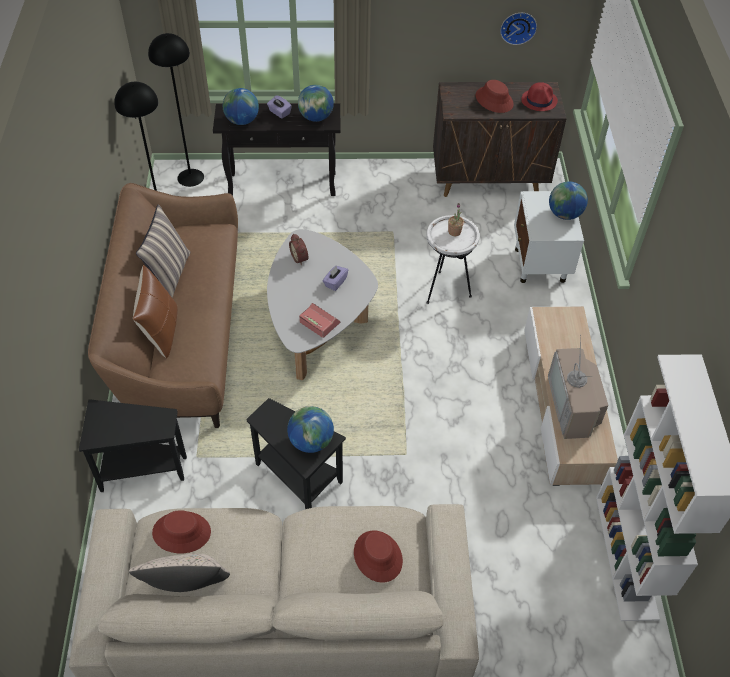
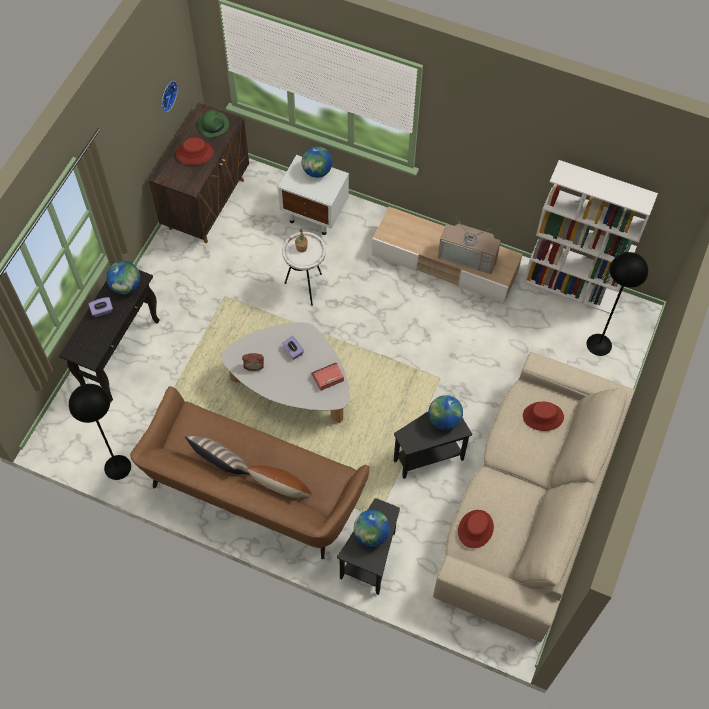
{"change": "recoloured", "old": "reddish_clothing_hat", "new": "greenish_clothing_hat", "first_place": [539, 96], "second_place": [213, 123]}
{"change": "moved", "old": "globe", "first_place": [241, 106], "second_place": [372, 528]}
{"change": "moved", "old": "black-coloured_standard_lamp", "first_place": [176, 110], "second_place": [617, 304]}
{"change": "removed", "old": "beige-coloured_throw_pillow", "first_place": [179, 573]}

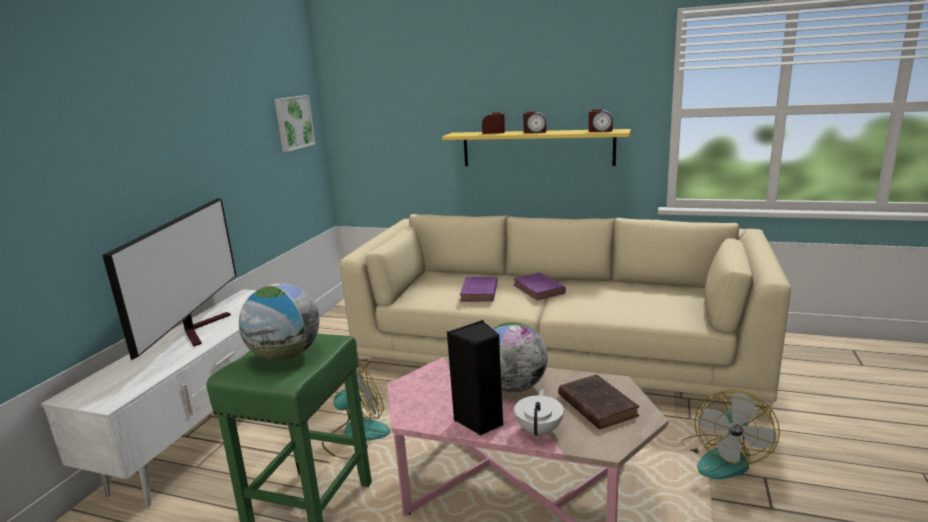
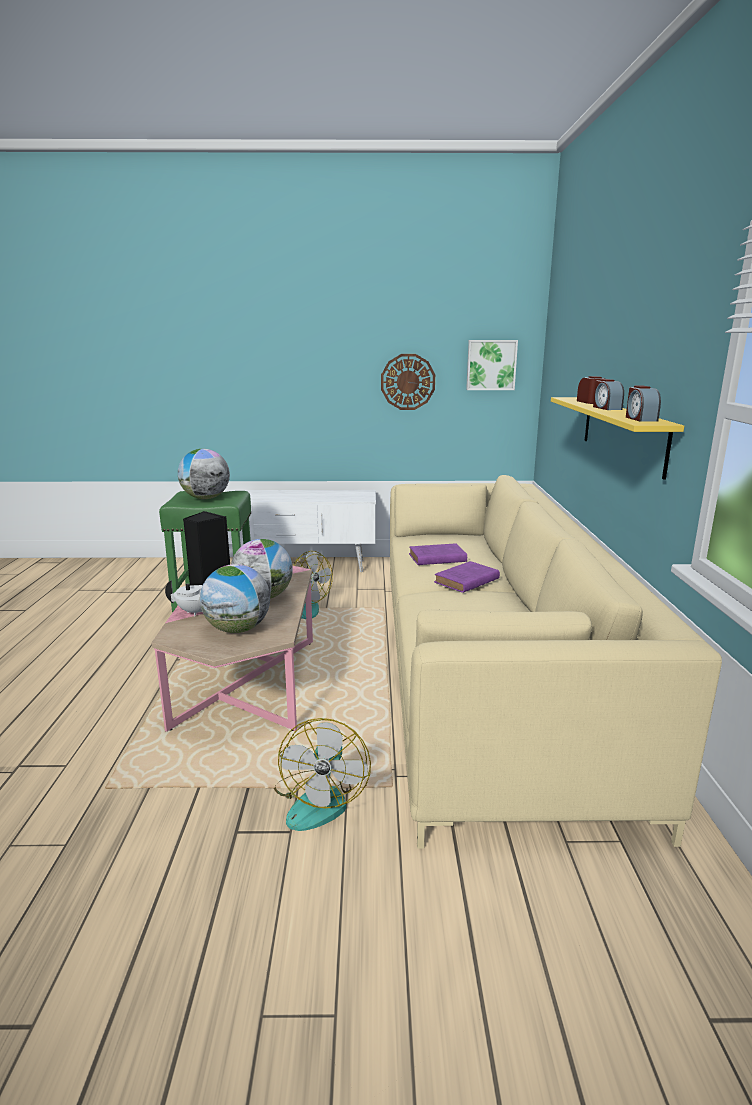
{"change": "replaced", "old": "brownish_bound_book", "new": "globe", "first_place": [598, 402], "second_place": [235, 598]}
{"change": "turned", "old": "fan", "first_place": [731, 434], "second_place": [322, 774], "degrees": -90}
{"change": "added", "new": "clock_on_the_wall", "second_place": [408, 382]}
{"change": "removed", "old": "TV_set", "first_place": [169, 279]}

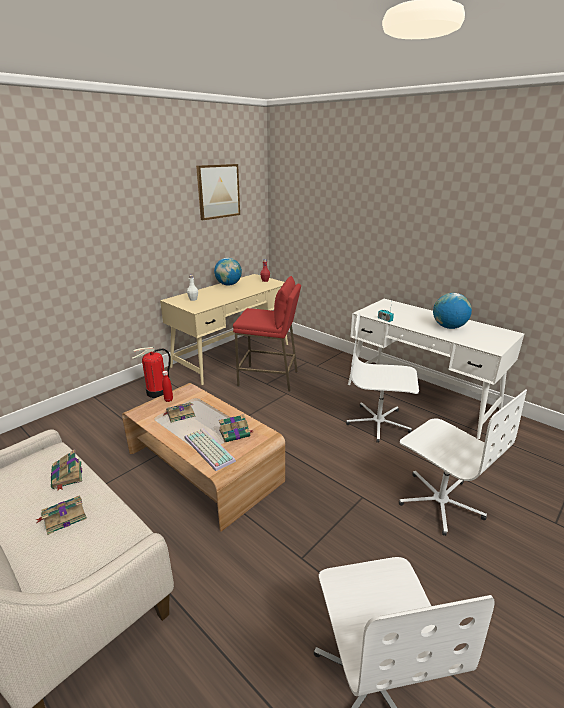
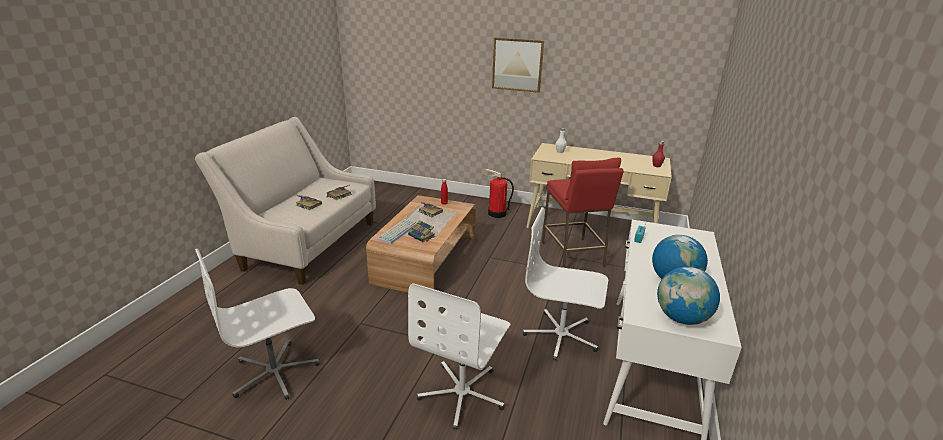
{"change": "moved", "old": "wall_picture", "first_place": [218, 192], "second_place": [518, 65]}
{"change": "turned", "old": "whitish_computer_chair", "first_place": [382, 377], "second_place": [565, 284], "degrees": -60}
{"change": "moved", "old": "globe", "first_place": [228, 272], "second_place": [688, 296]}

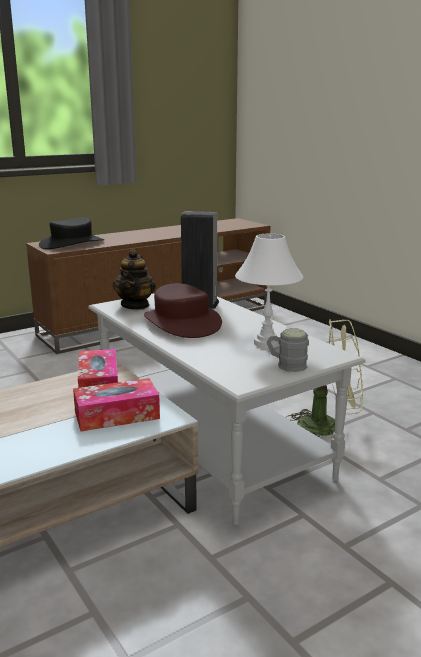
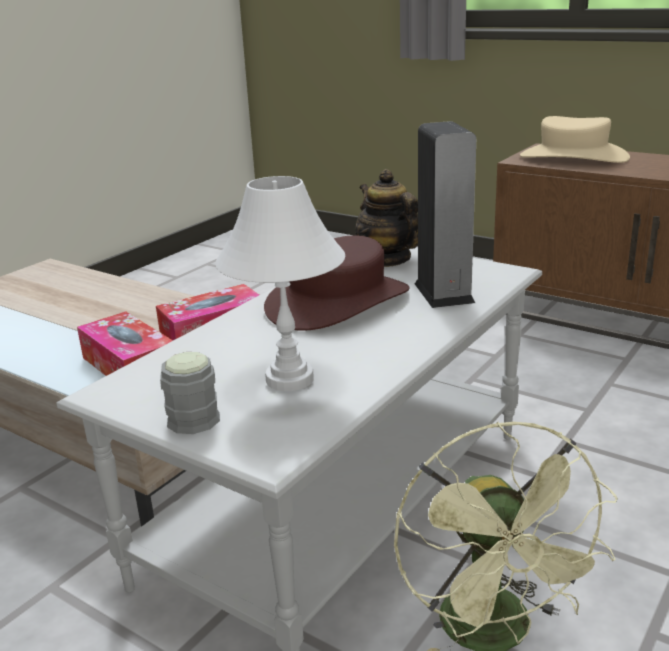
{"change": "turned", "old": "teapot", "first_place": [134, 279], "second_place": [387, 218], "degrees": 75}
{"change": "recoloured", "old": "black-coloured_clothing_hat", "new": "beige-coloured_clothing_hat", "first_place": [71, 233], "second_place": [575, 139]}

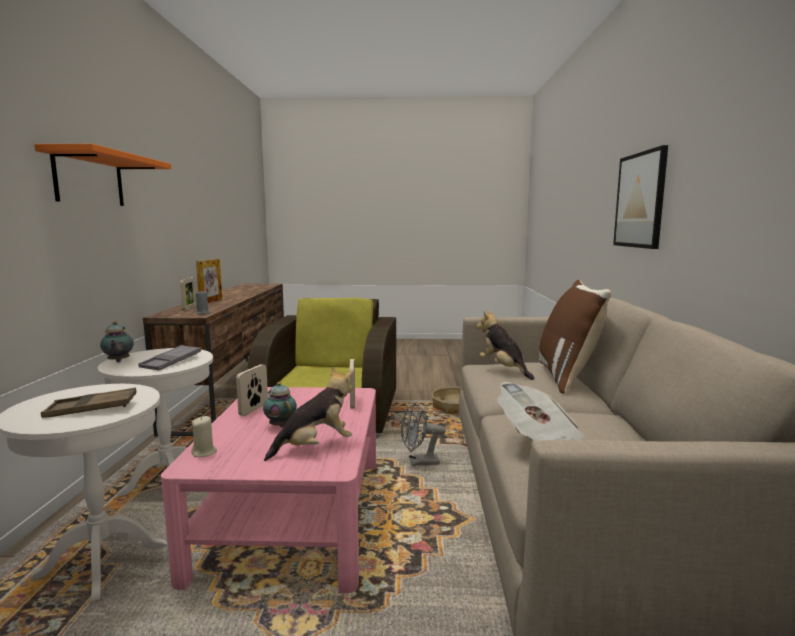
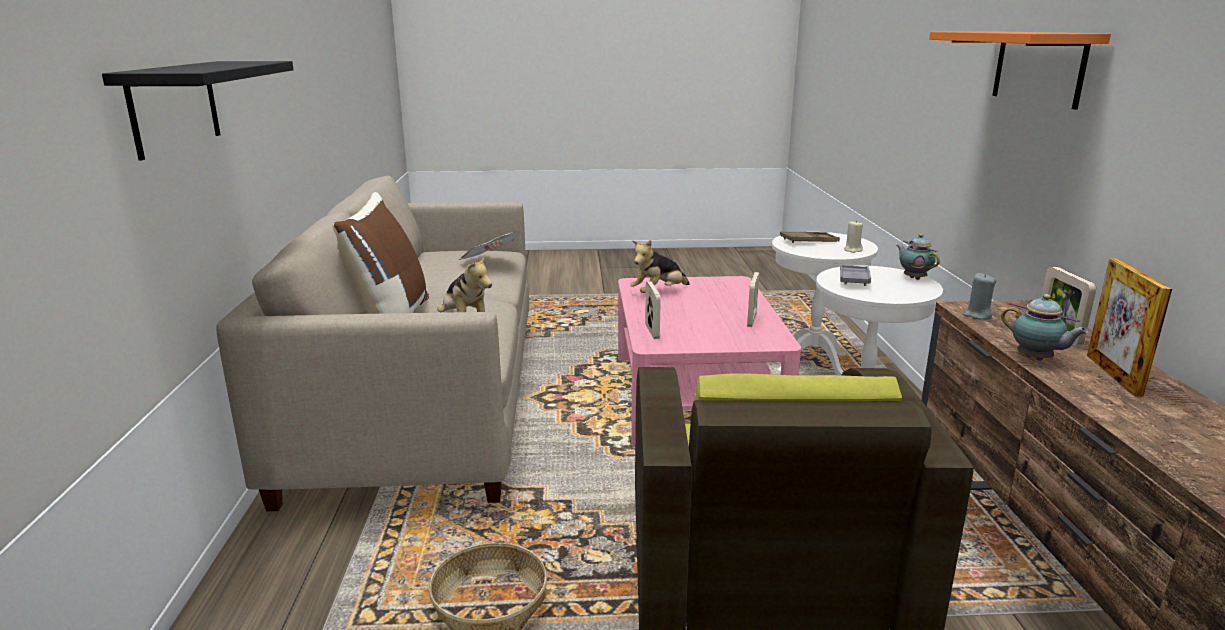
{"change": "replaced", "old": "wall_picture", "new": "black-coloured_bracket_shelf", "first_place": [640, 197], "second_place": [198, 111]}
{"change": "moved", "old": "beige-coloured_wax_light", "first_place": [204, 436], "second_place": [853, 236]}
{"change": "moved", "old": "teapot", "first_place": [280, 404], "second_place": [1045, 327]}
{"change": "removed", "old": "greyish_fan", "first_place": [423, 434]}

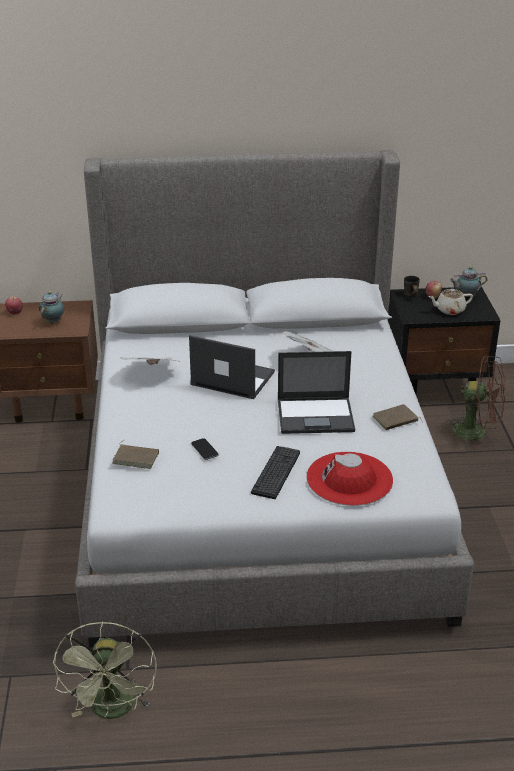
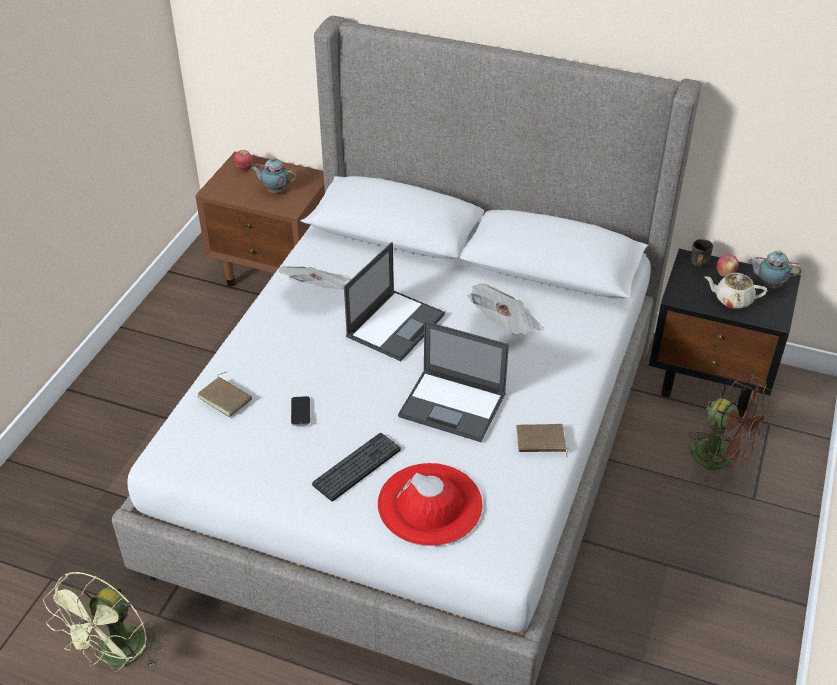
{"change": "turned", "old": "teapot", "first_place": [51, 307], "second_place": [273, 175], "degrees": -120}
{"change": "turned", "old": "portable_computer", "first_place": [232, 367], "second_place": [394, 301], "degrees": 75}

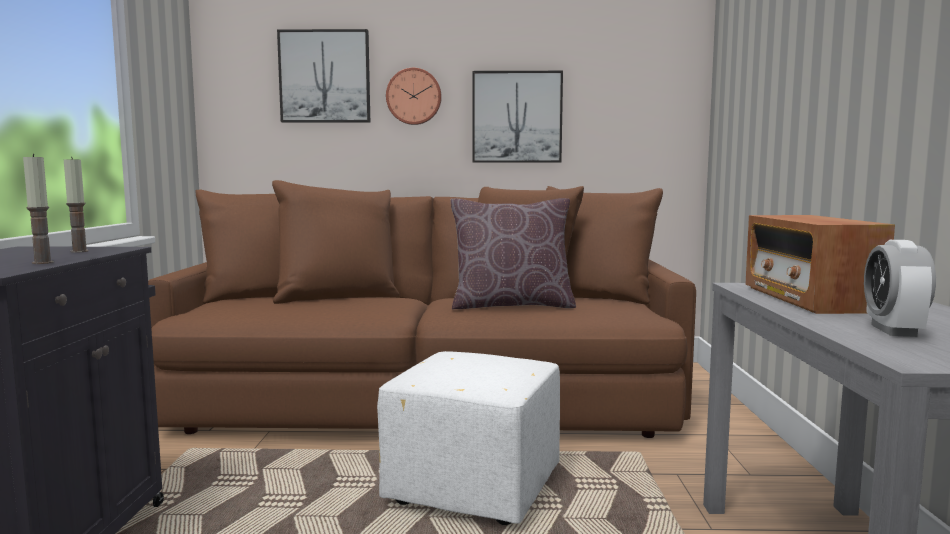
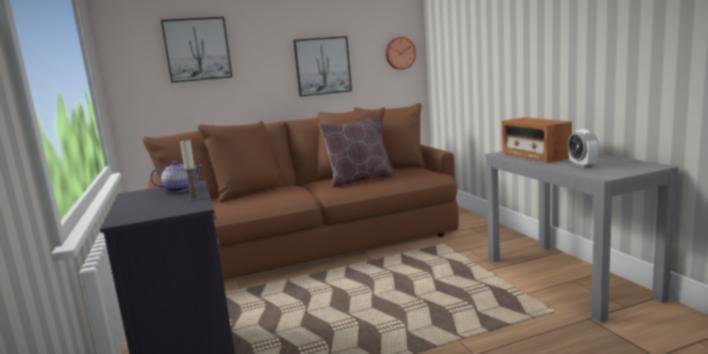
{"change": "replaced", "old": "wax_light", "new": "teapot", "first_place": [76, 205], "second_place": [176, 176]}
{"change": "moved", "old": "clock_on_the_wall", "first_place": [414, 96], "second_place": [401, 53]}
{"change": "removed", "old": "whitish_footrest", "first_place": [468, 438]}

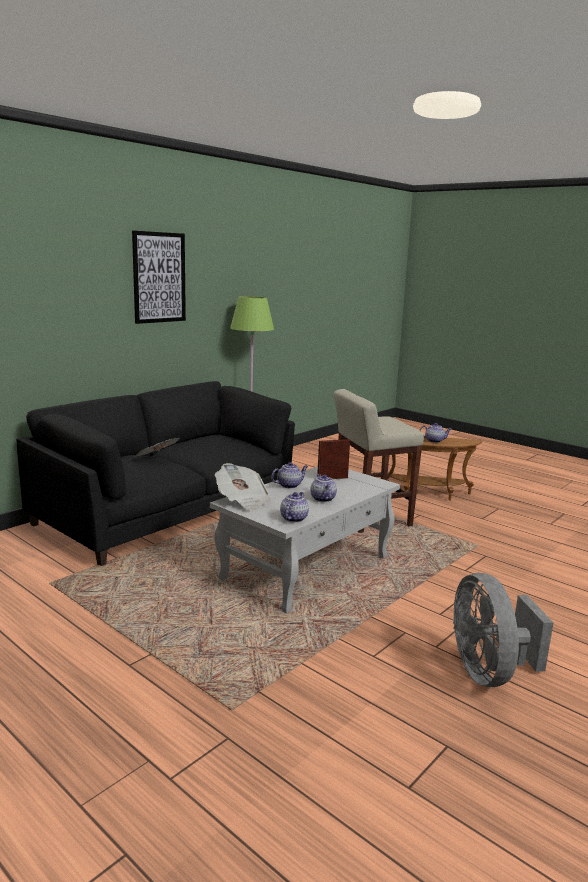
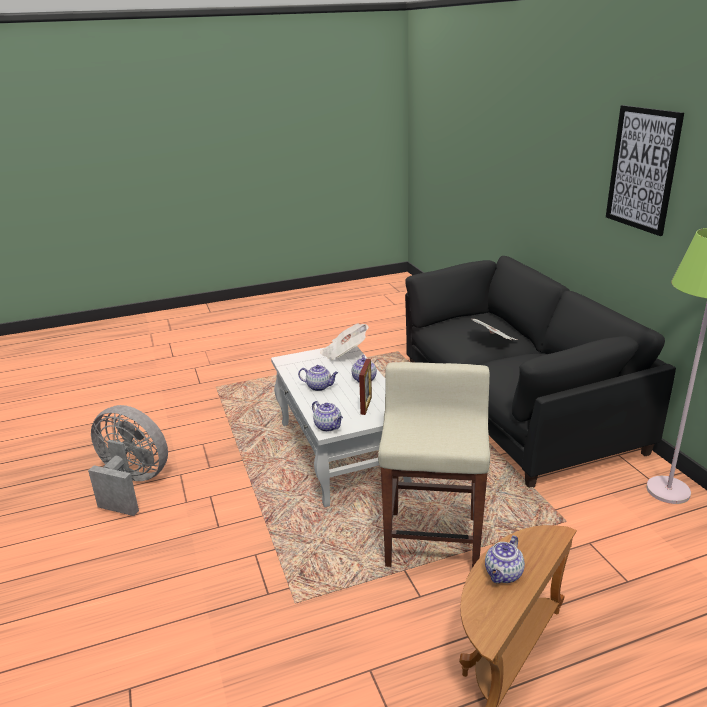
{"change": "moved", "old": "teapot", "first_place": [294, 507], "second_place": [327, 416]}

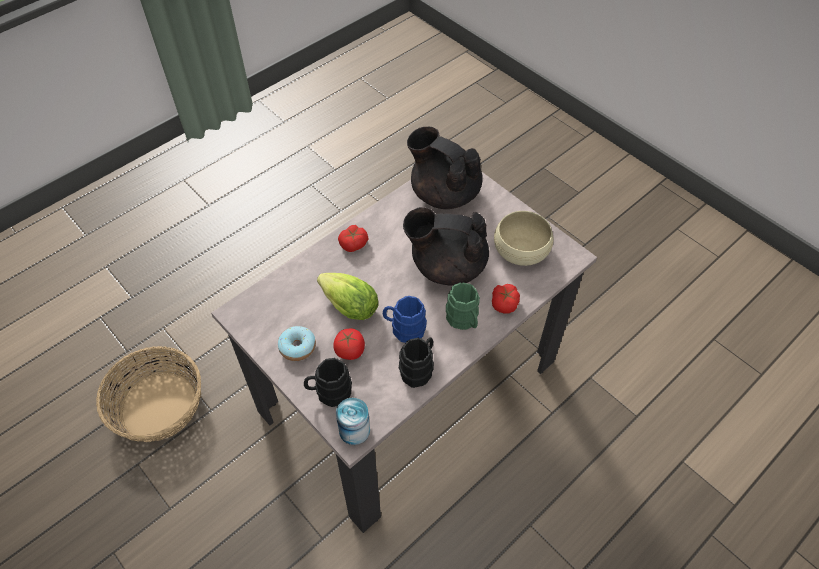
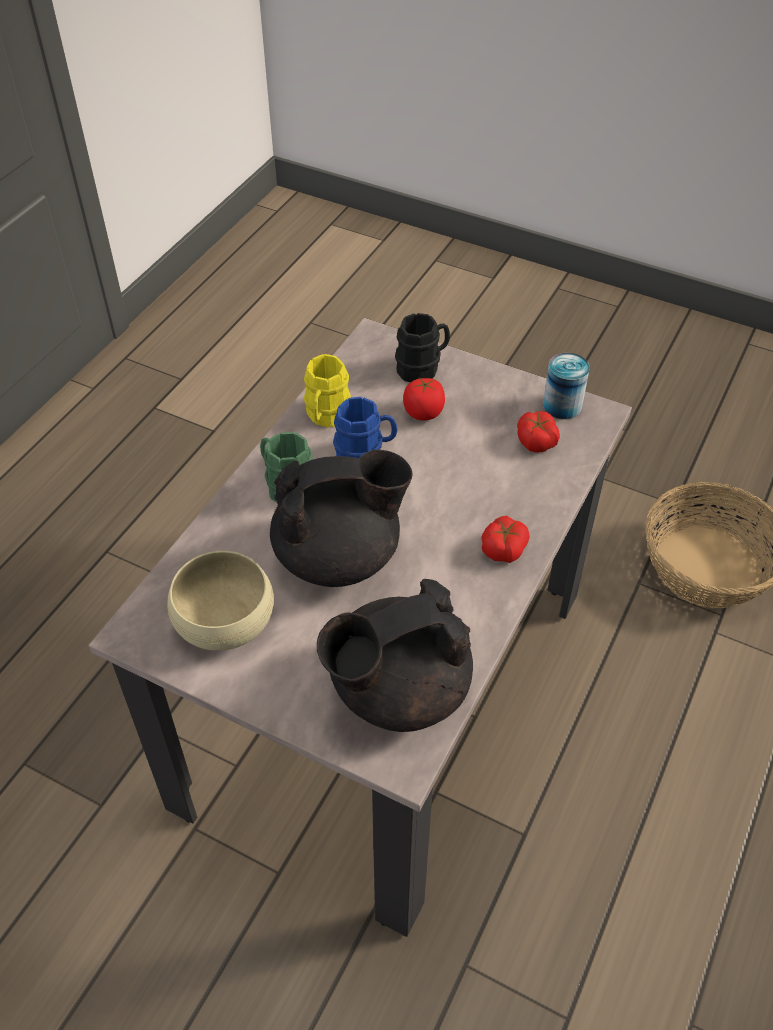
{"change": "recoloured", "old": "black-coloured_mug", "new": "yellow_mug", "first_place": [416, 363], "second_place": [327, 391]}
{"change": "turned", "old": "black-coloured_teapot", "first_place": [445, 168], "second_place": [395, 655], "degrees": 135}
{"change": "moved", "old": "tomato", "first_place": [506, 299], "second_place": [538, 432]}
{"change": "moved", "old": "metal_can", "first_place": [353, 421], "second_place": [566, 386]}
{"change": "removed", "old": "ring_doughnut", "first_place": [297, 343]}
{"change": "removed", "old": "head_of_lettuce", "first_place": [348, 296]}

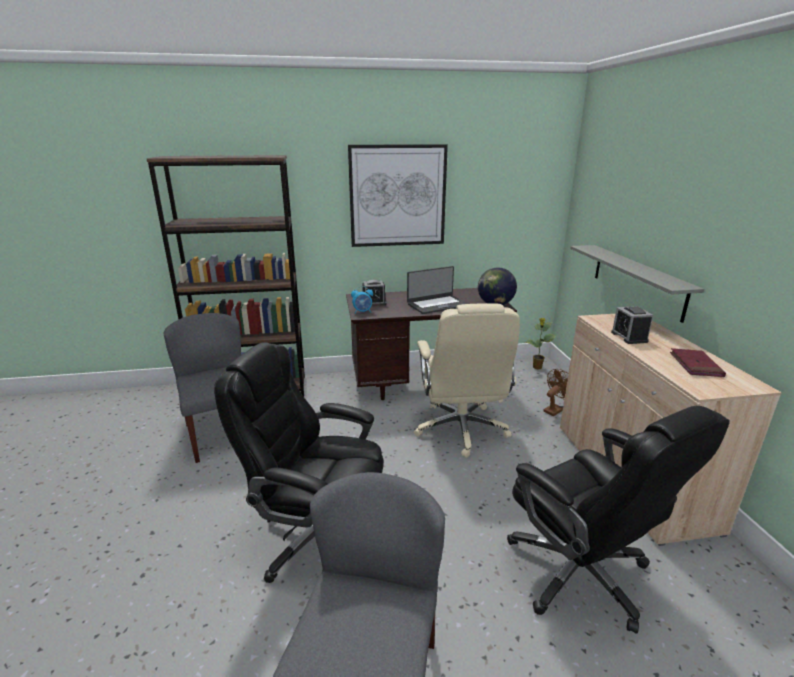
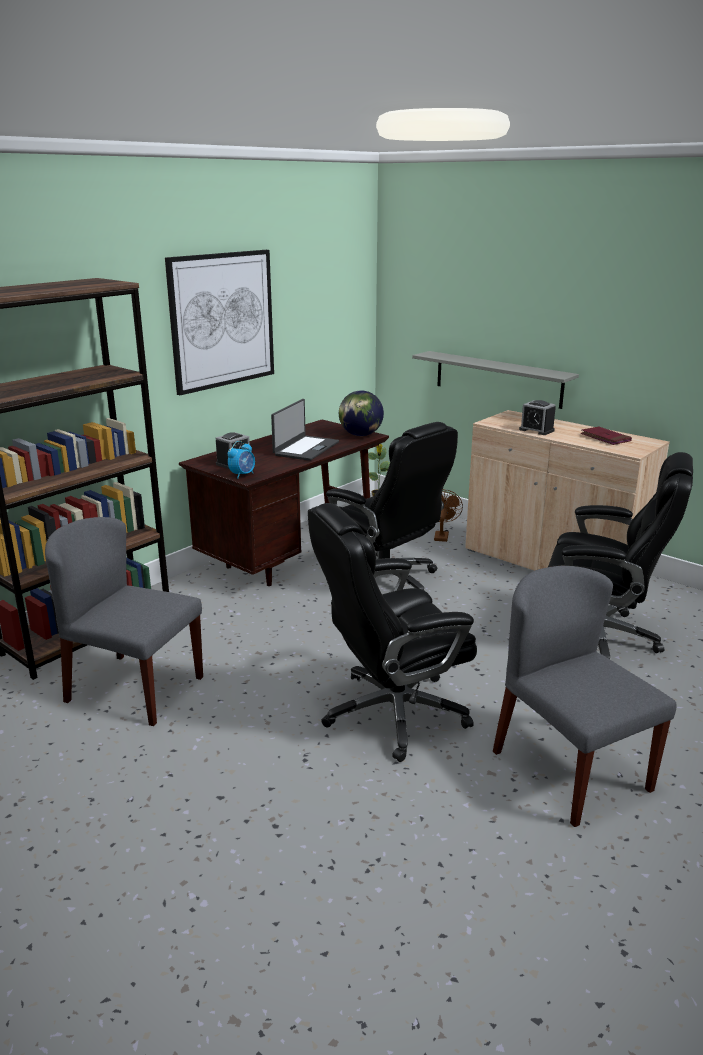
{"change": "recoloured", "old": "beige-coloured_computer_chair", "new": "black-coloured_computer_chair", "first_place": [467, 380], "second_place": [392, 506]}

